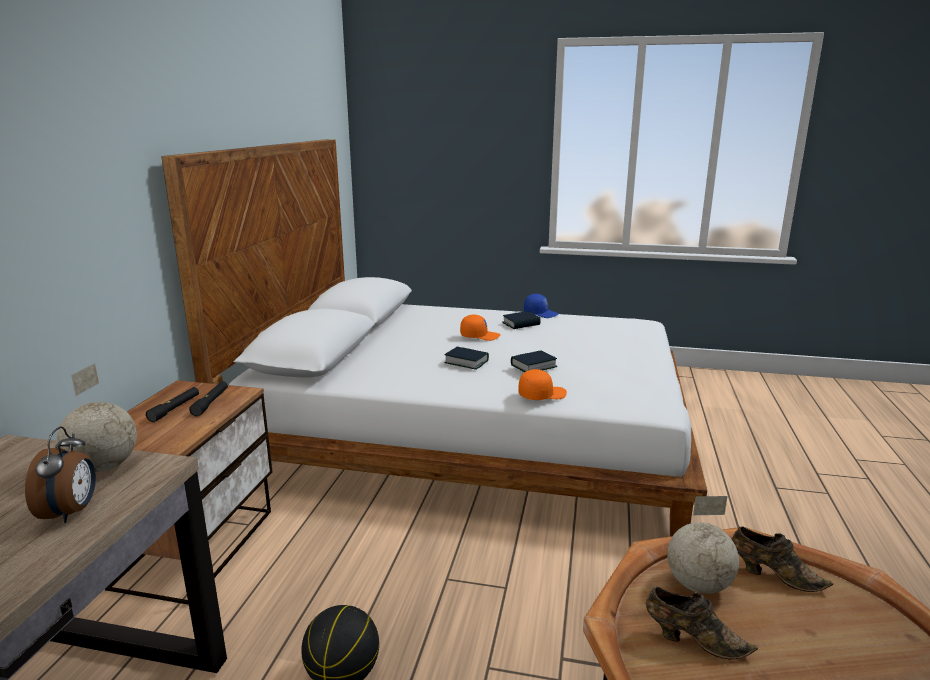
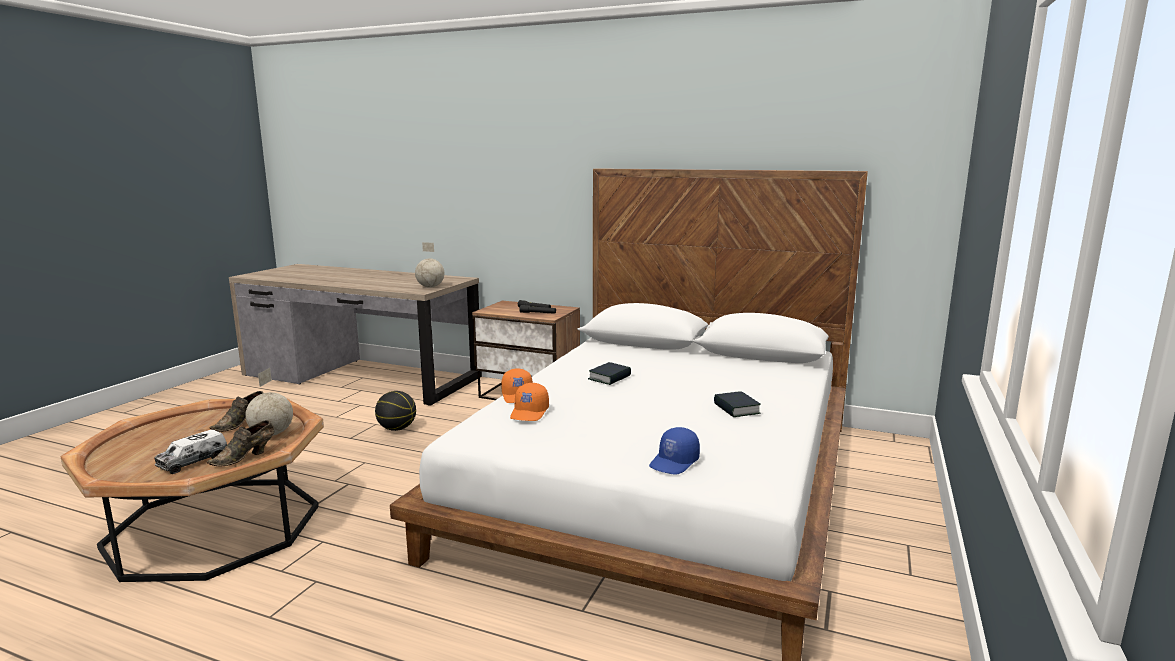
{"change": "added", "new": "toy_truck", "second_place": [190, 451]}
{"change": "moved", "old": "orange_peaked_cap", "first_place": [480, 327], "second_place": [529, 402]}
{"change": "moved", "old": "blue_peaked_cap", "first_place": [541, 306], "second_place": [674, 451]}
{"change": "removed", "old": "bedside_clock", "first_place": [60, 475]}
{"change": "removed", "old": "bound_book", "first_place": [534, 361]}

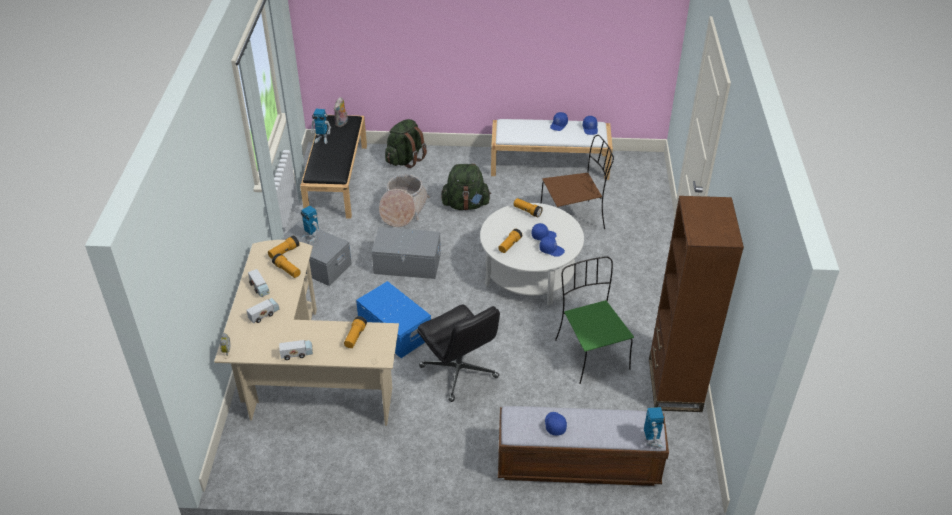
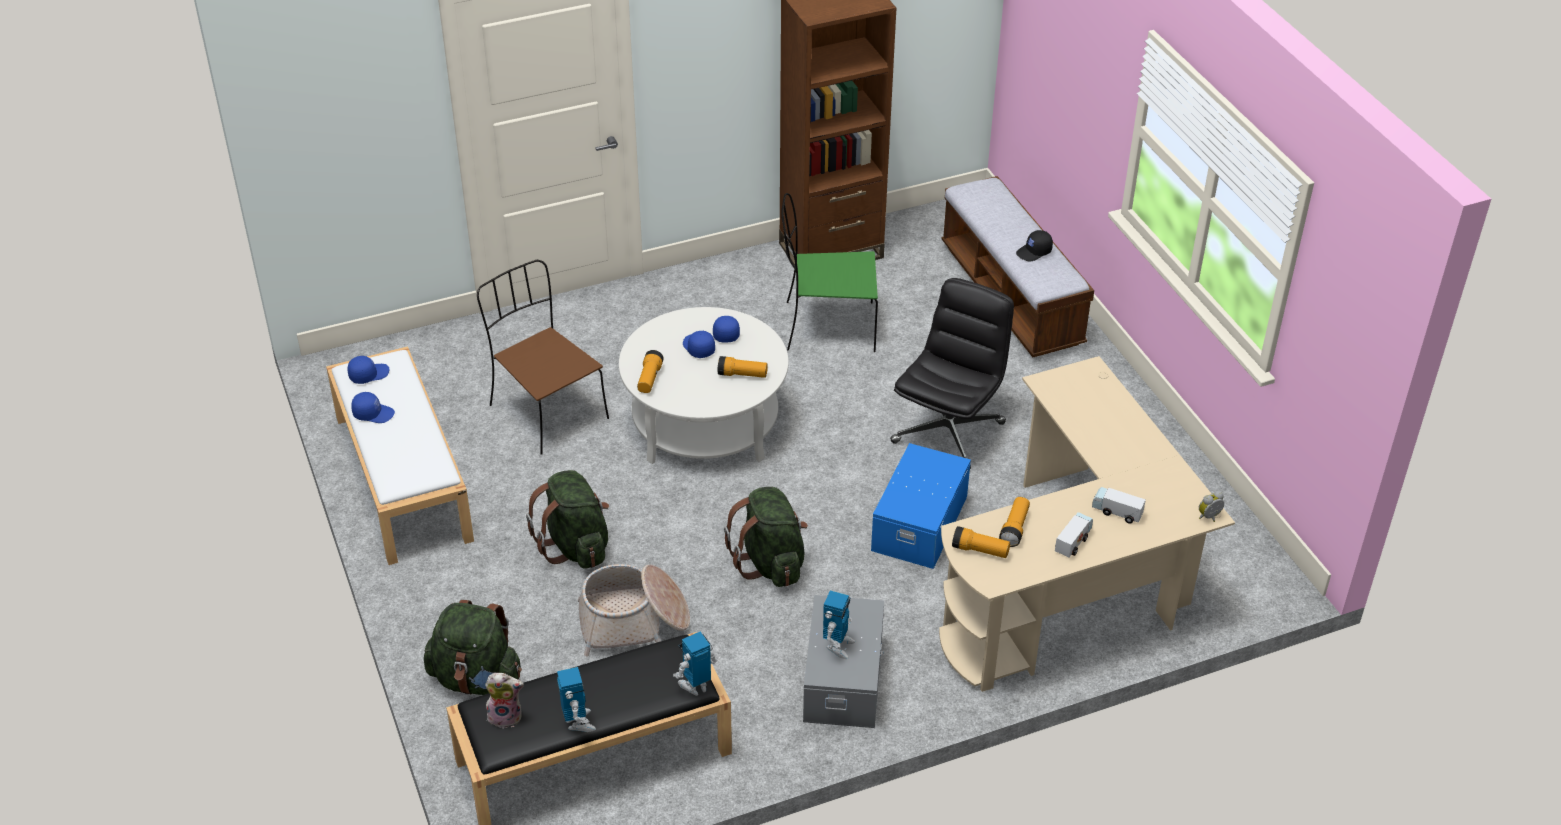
{"change": "moved", "old": "toy_robot", "first_place": [654, 427], "second_place": [695, 664]}
{"change": "replaced", "old": "greyish_storage_box", "new": "greenish_rucksack", "first_place": [406, 253], "second_place": [766, 537]}
{"change": "turned", "old": "greenish_chair", "first_place": [594, 320], "second_place": [829, 272], "degrees": 45}
{"change": "recoloured", "old": "blue_peaked_cap", "new": "black-coloured_peaked_cap", "first_place": [556, 424], "second_place": [1034, 246]}
{"change": "removed", "old": "toy_truck", "first_place": [296, 350]}
{"change": "removed", "old": "flashlight", "first_place": [355, 332]}

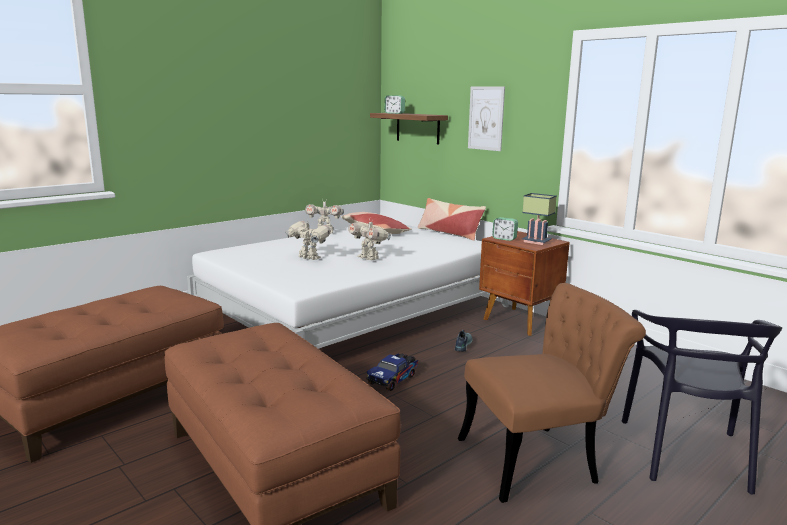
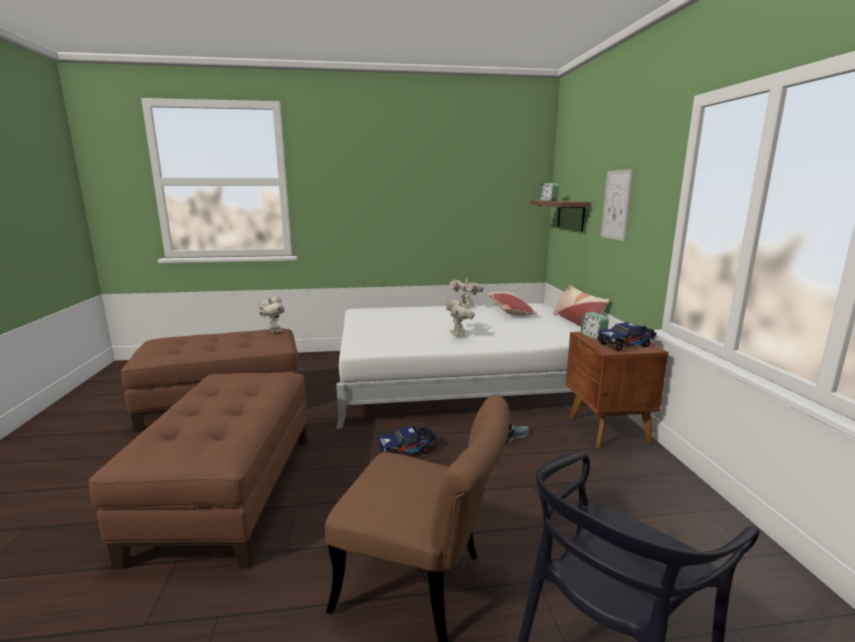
{"change": "moved", "old": "toy_robot", "first_place": [308, 239], "second_place": [272, 314]}
{"change": "replaced", "old": "table_lamp", "new": "toy_truck", "first_place": [539, 219], "second_place": [627, 336]}

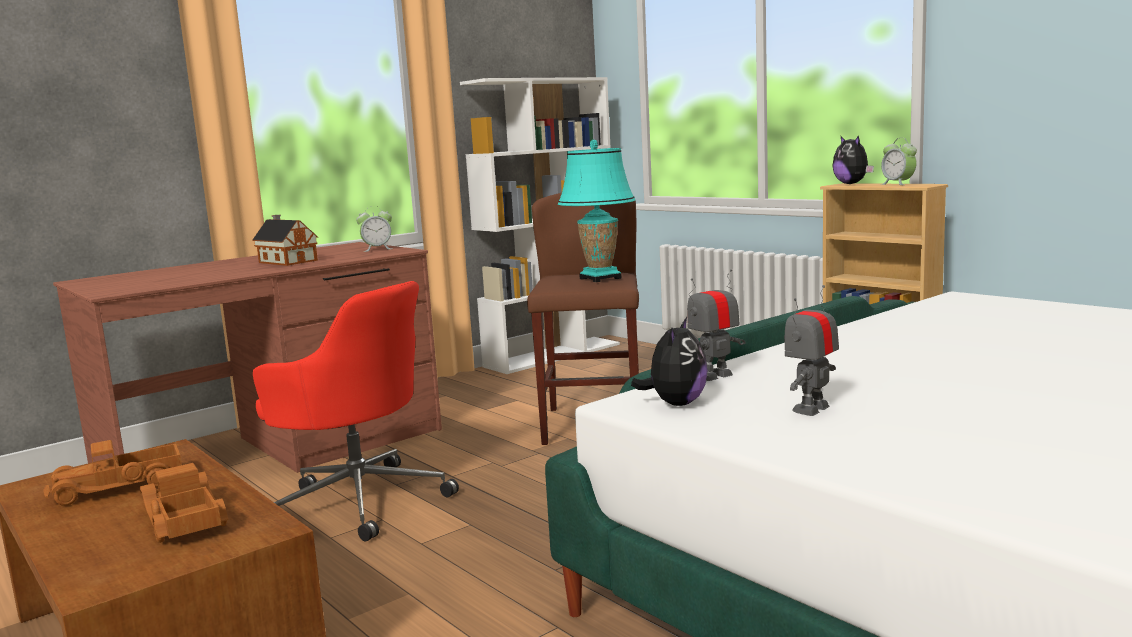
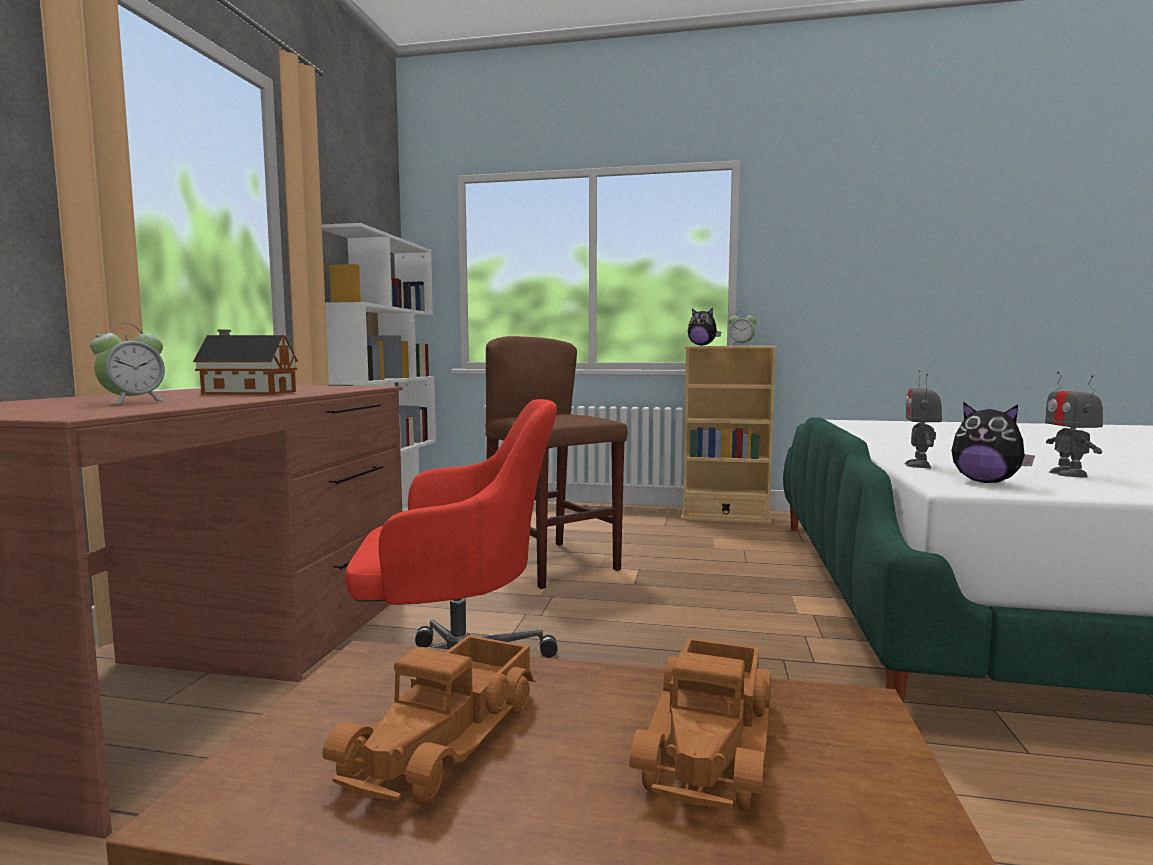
{"change": "moved", "old": "bedside_clock", "first_place": [374, 229], "second_place": [129, 363]}
{"change": "turned", "old": "toy_truck", "first_place": [184, 503], "second_place": [700, 724], "degrees": -90}
{"change": "turned", "old": "cuddly_toy", "first_place": [669, 361], "second_place": [993, 442], "degrees": 150}
{"change": "removed", "old": "blue-green_table_lamp", "first_place": [596, 211]}

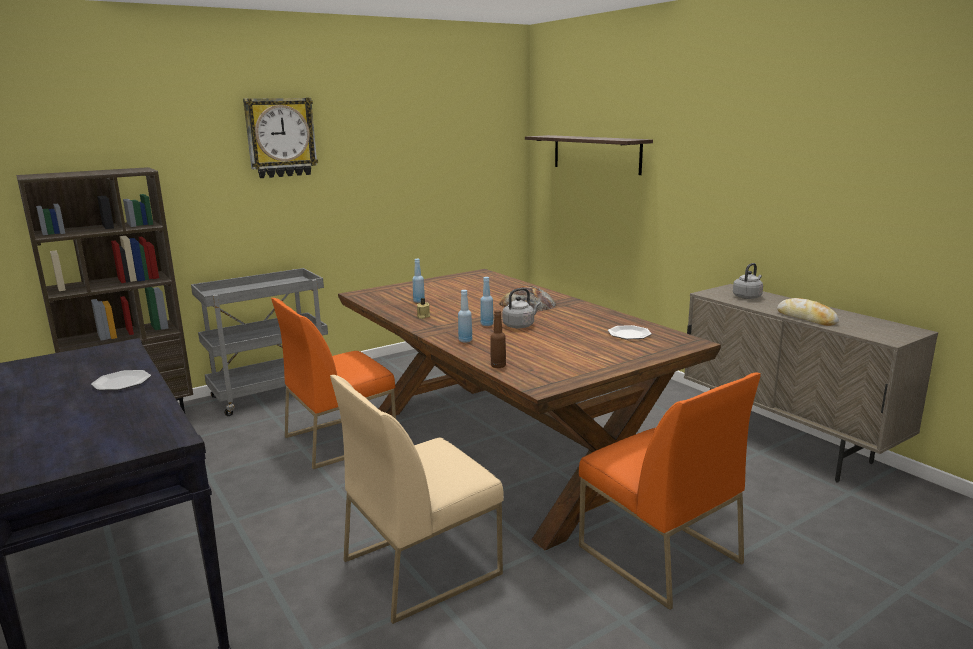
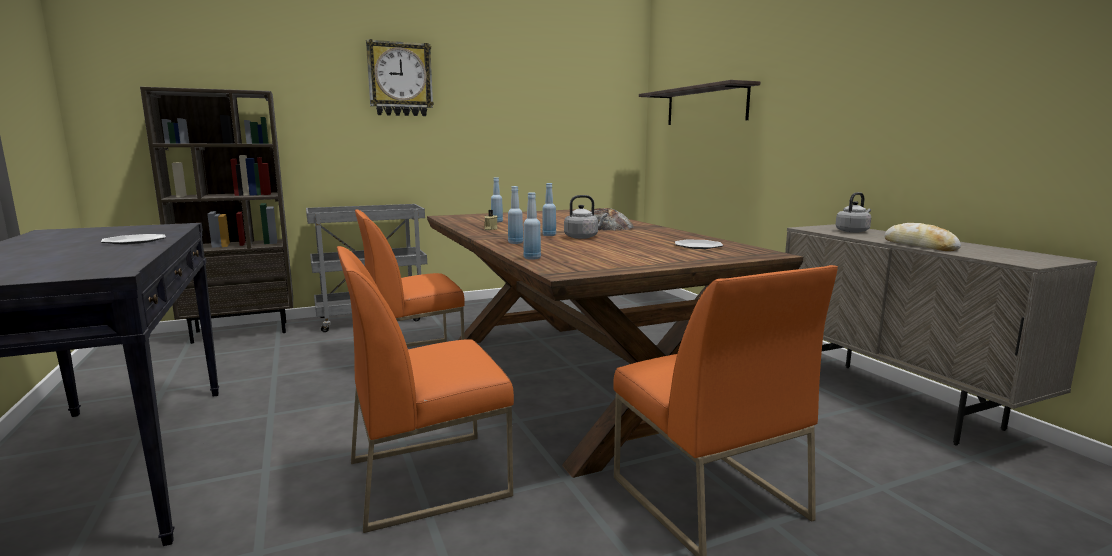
{"change": "recoloured", "old": "beige-coloured_chair", "new": "orange_chair", "first_place": [417, 499], "second_place": [425, 389]}
{"change": "recoloured", "old": "brownish_beverage_bottle", "new": "blue_beverage_bottle", "first_place": [498, 339], "second_place": [532, 226]}

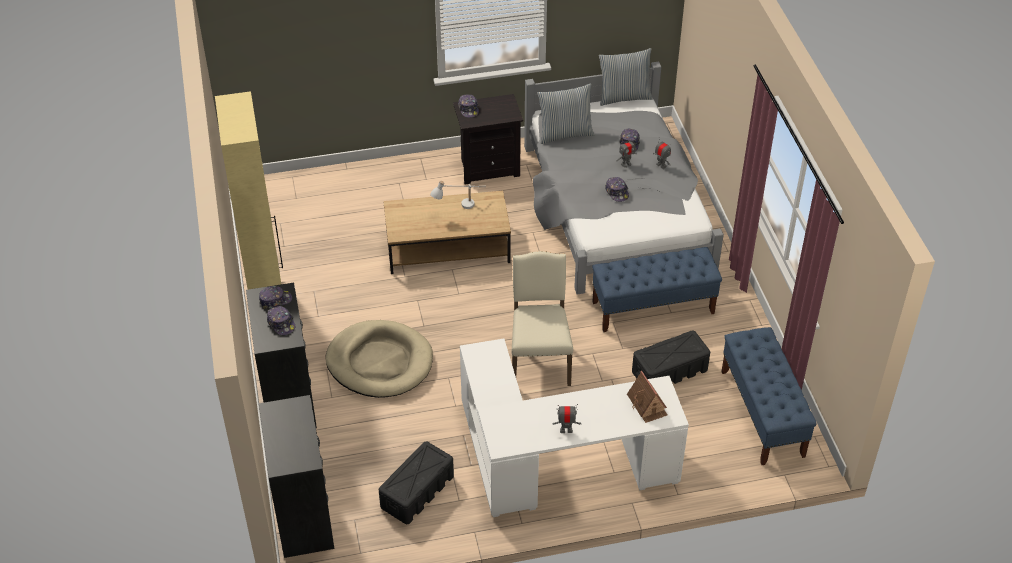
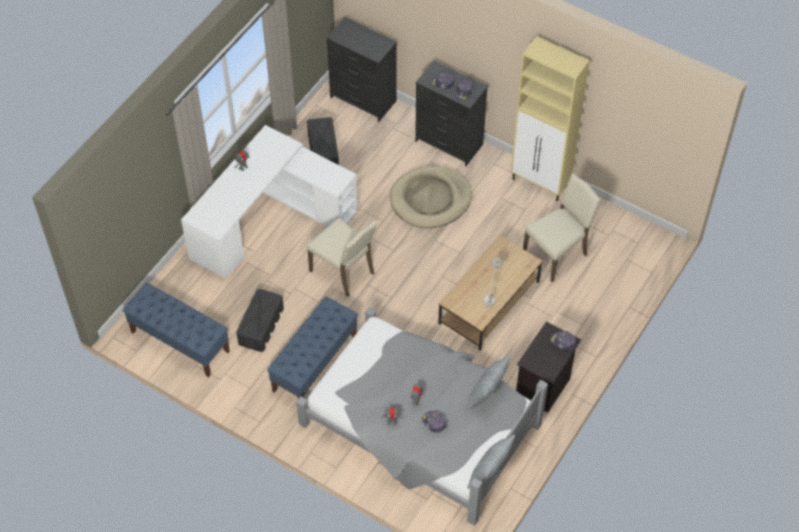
{"change": "added", "new": "beige-coloured_chair", "second_place": [562, 227]}
{"change": "removed", "old": "peaked_cap", "first_place": [617, 189]}
{"change": "removed", "old": "miniature_house", "first_place": [647, 397]}

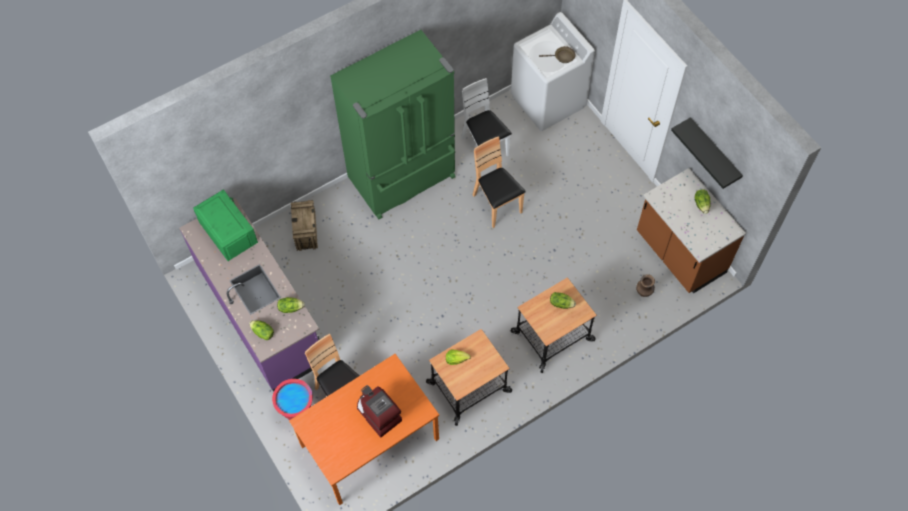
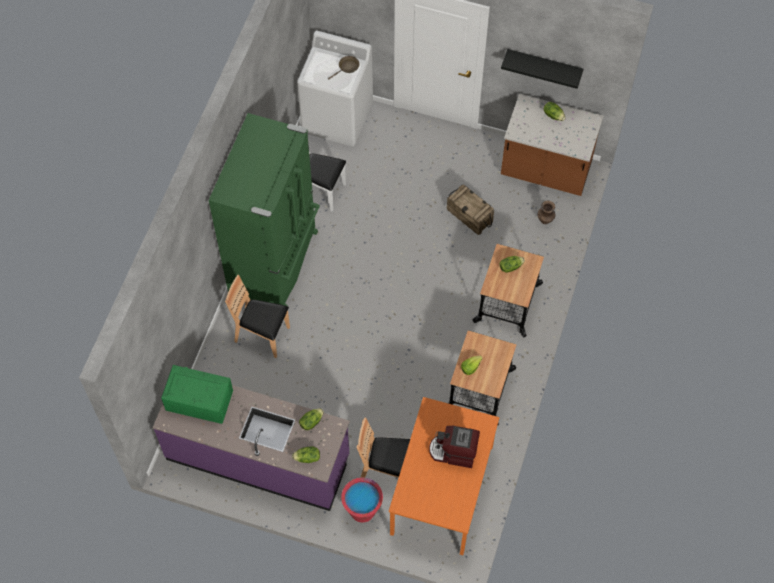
{"change": "moved", "old": "brownish_chair", "first_place": [499, 182], "second_place": [257, 316]}
{"change": "moved", "old": "crate", "first_place": [304, 225], "second_place": [470, 209]}

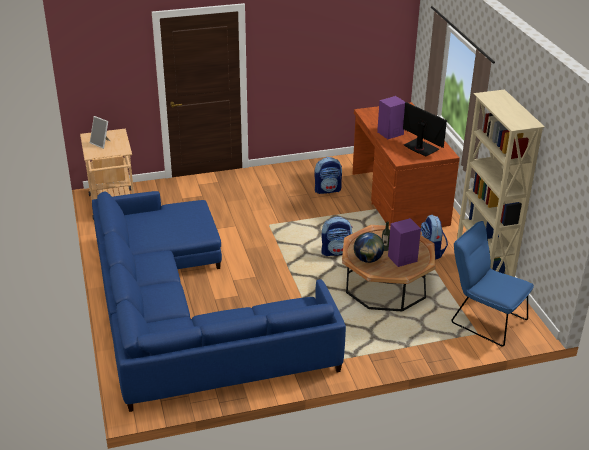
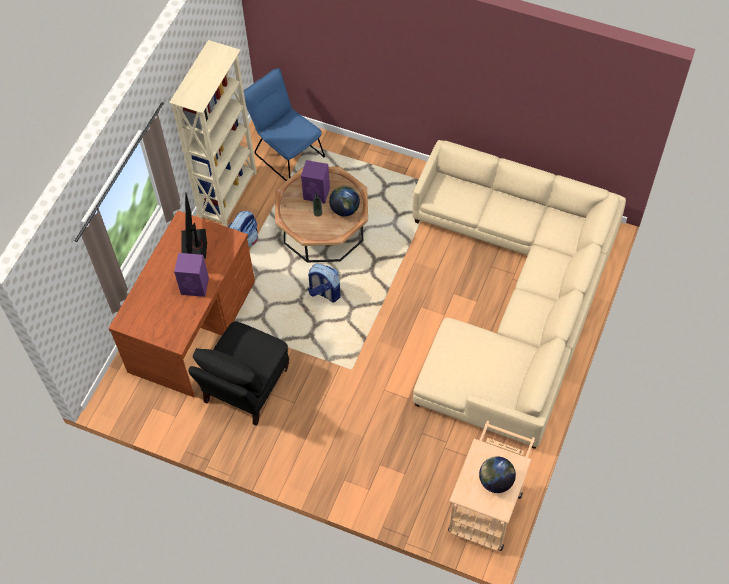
{"change": "replaced", "old": "rucksack", "new": "black-coloured_easy_chair", "first_place": [328, 175], "second_place": [238, 373]}
{"change": "turned", "old": "blue_chair", "first_place": [492, 284], "second_place": [284, 124], "degrees": 150}
{"change": "recoloured", "old": "blue_couch", "new": "beige-coloured_couch", "first_place": [219, 301], "second_place": [519, 294]}
{"change": "replaced", "old": "picture_frame", "new": "globe", "first_place": [100, 132], "second_place": [497, 474]}

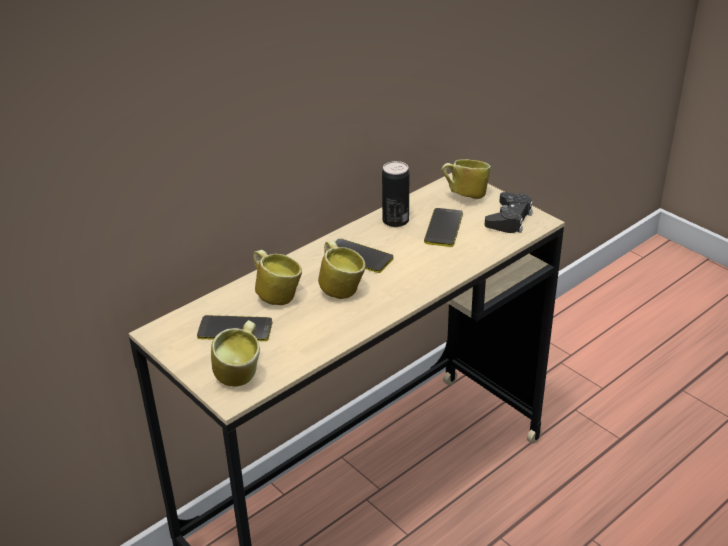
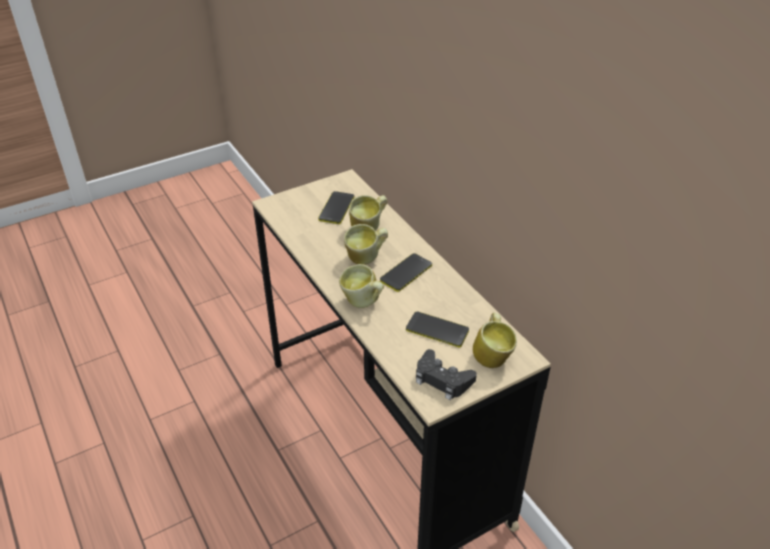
{"change": "moved", "old": "mug", "first_place": [235, 353], "second_place": [361, 286]}
{"change": "removed", "old": "metal_can", "first_place": [395, 194]}

